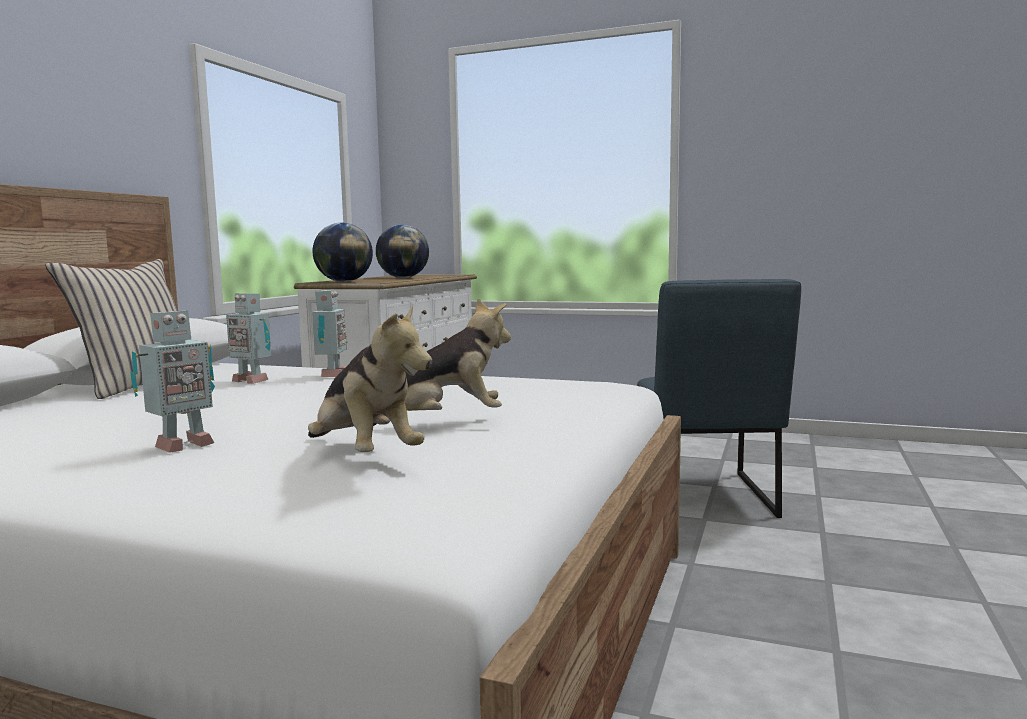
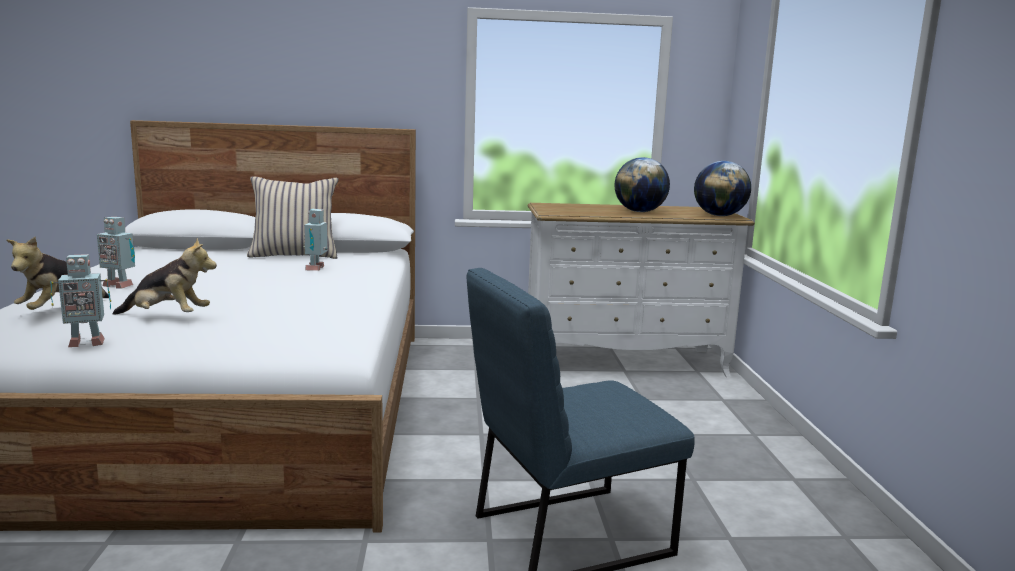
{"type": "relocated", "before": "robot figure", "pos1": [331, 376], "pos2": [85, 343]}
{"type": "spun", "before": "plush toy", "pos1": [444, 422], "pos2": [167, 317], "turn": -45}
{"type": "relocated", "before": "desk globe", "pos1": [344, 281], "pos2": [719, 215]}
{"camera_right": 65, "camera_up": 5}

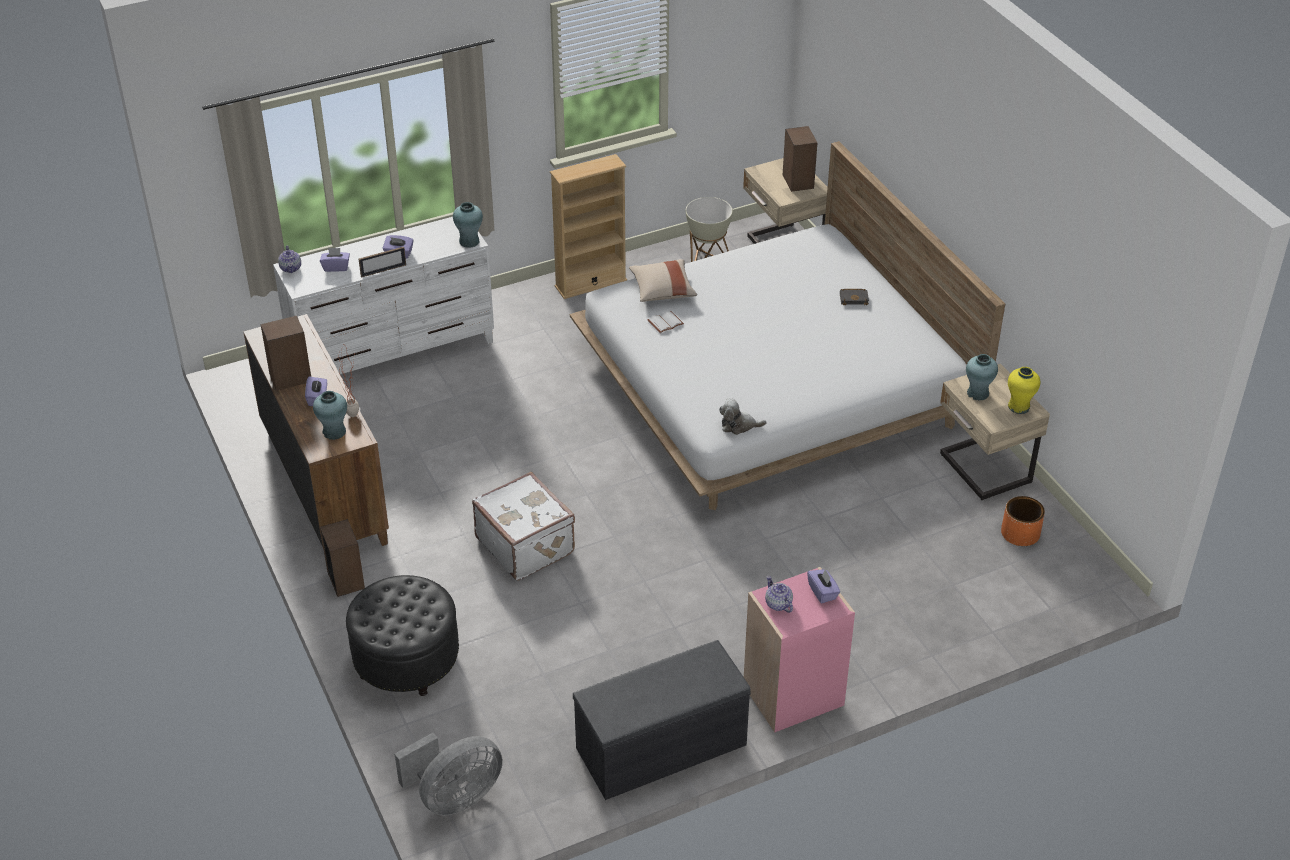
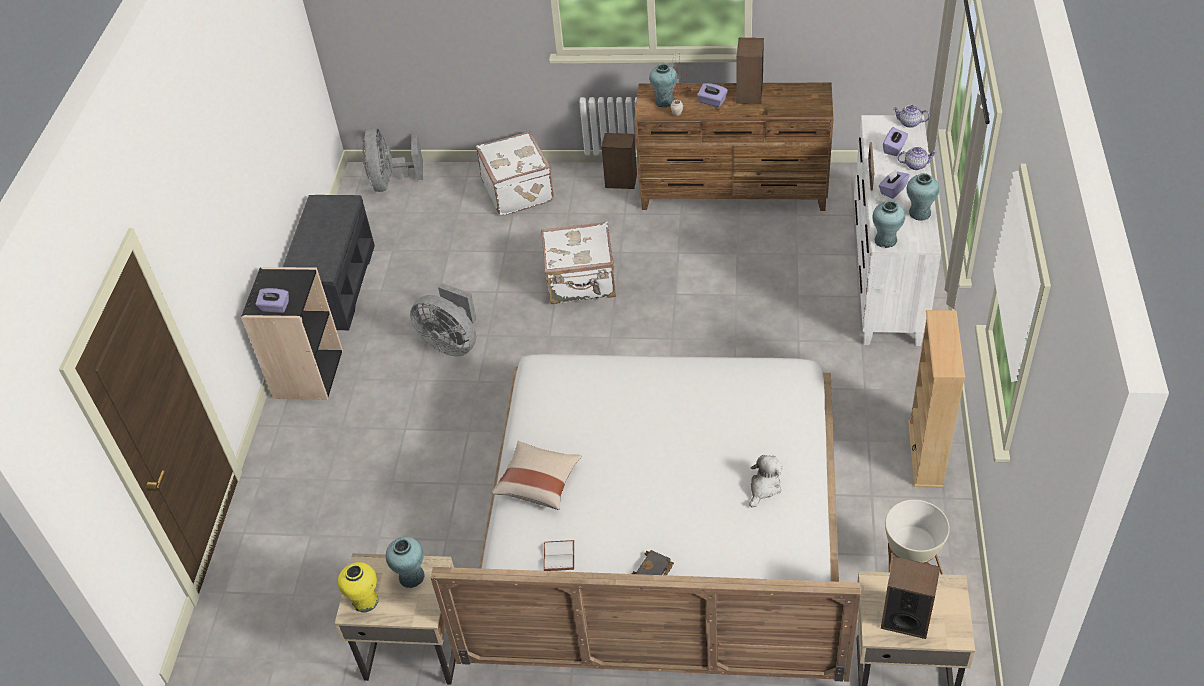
{"type": "colour", "before": "pink bookshelf", "after": "black-coloured bookshelf", "pos1": [793, 696], "pos2": [307, 373]}
{"type": "appeared", "after": "gray cooling fan", "pos2": [452, 343]}
{"type": "exchanged", "before": "black-coloured ottoman", "after": "whitish suitcase", "pos1": [407, 661], "pos2": [519, 190]}
{"type": "relocated", "before": "sand-coloured cushion", "pos1": [662, 290], "pos2": [539, 483]}
{"type": "relocated", "before": "whitish book", "pos1": [665, 322], "pos2": [560, 557]}
{"type": "relocated", "before": "plush toy", "pos1": [739, 425], "pos2": [764, 487]}
{"type": "relocated", "before": "tea pot", "pos1": [778, 604], "pos2": [916, 165]}
{"type": "appeared", "after": "turquoise flower vase", "pos2": [919, 213]}
{"type": "missing", "before": "orange-coloured flower pot", "pos1": [1020, 534]}
{"camera_right": 125, "camera_up": 5}

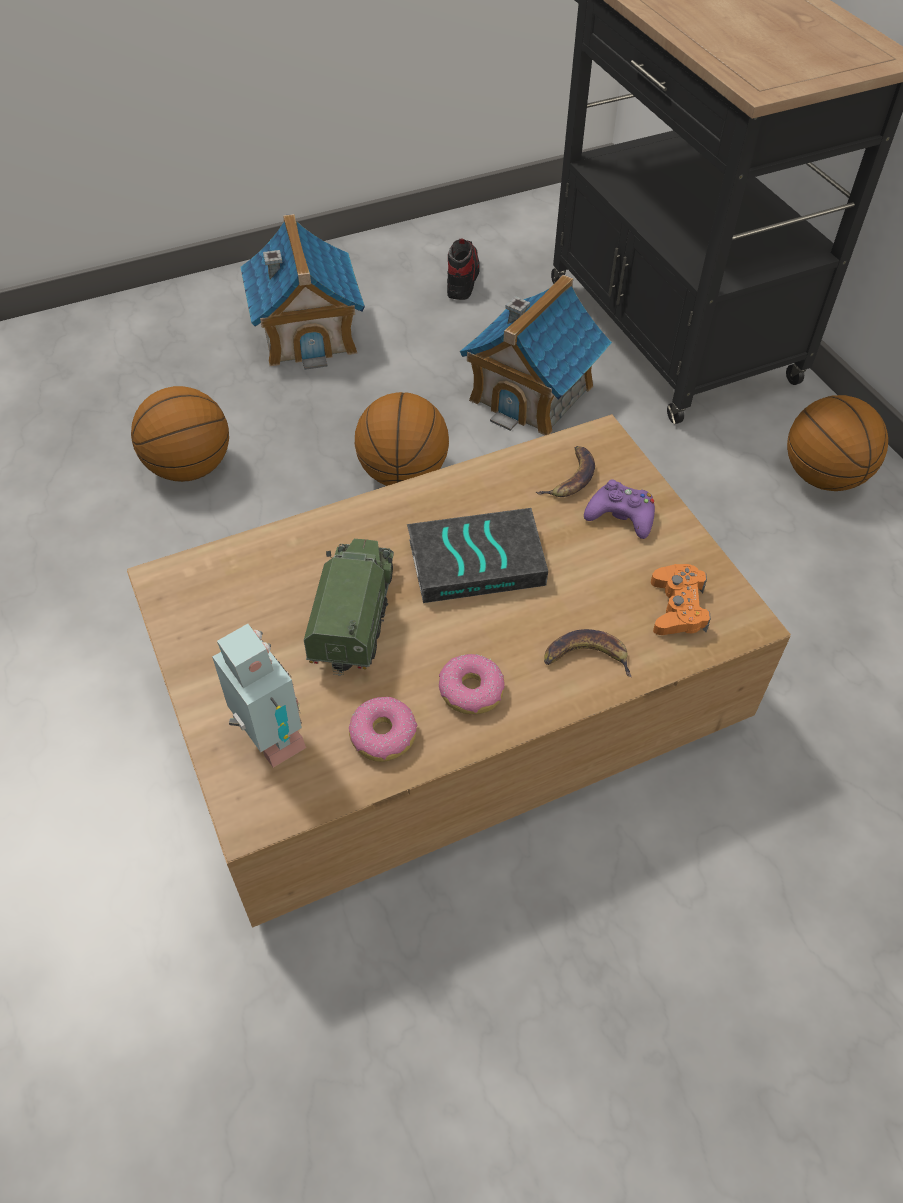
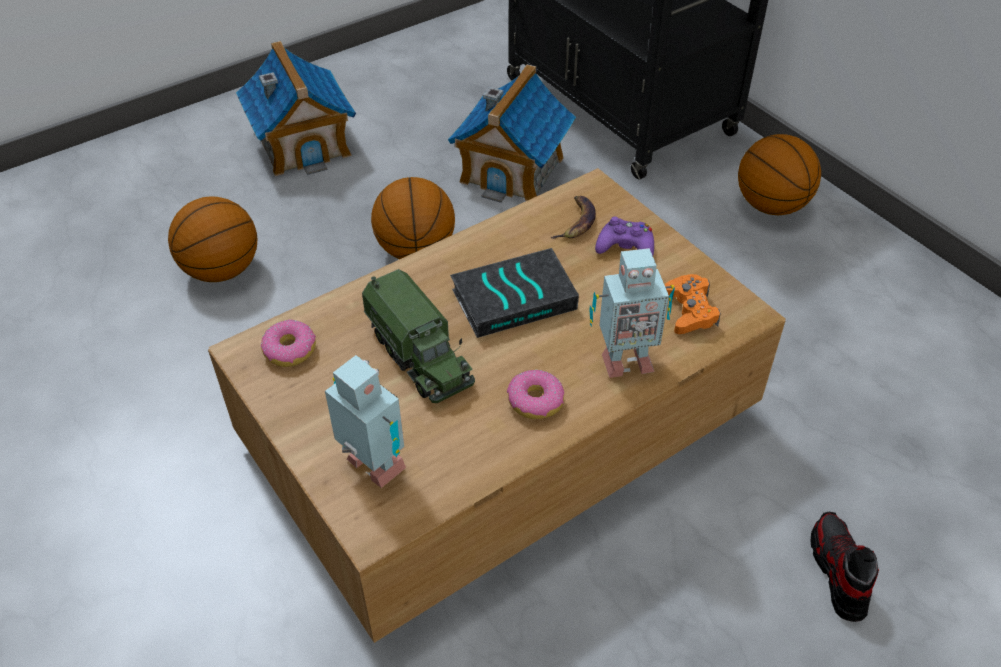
{"type": "relocated", "before": "doughnut", "pos1": [383, 735], "pos2": [289, 350]}
{"type": "spun", "before": "model truck", "pos1": [354, 615], "pos2": [420, 356], "turn": 150}
{"type": "exchanged", "before": "banana fruit", "after": "robot figure", "pos1": [586, 657], "pos2": [624, 360]}
{"type": "relocated", "before": "item of footwear", "pos1": [462, 278], "pos2": [838, 572]}
{"camera_right": -10, "camera_up": -5}

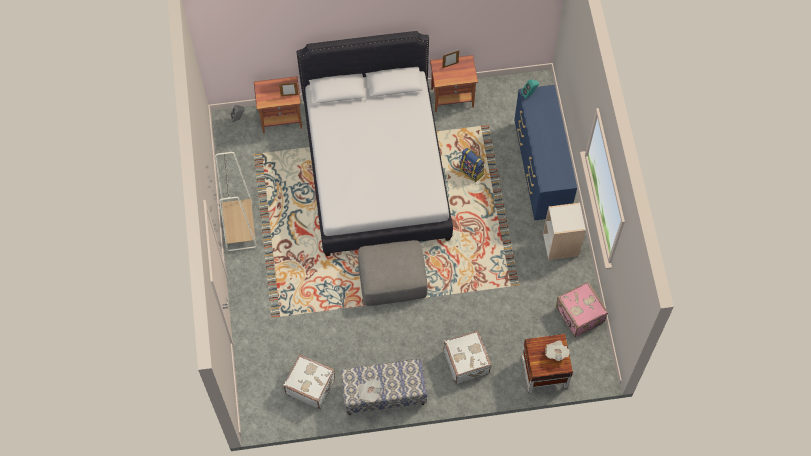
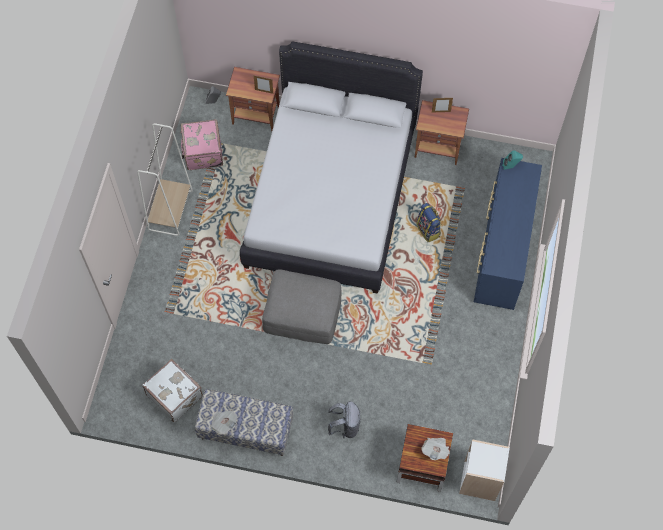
{"type": "relocated", "before": "pink suitcase", "pos1": [579, 315], "pos2": [202, 152]}
{"type": "exchanged", "before": "whitish suitcase", "after": "gray rucksack", "pos1": [467, 361], "pos2": [345, 426]}
{"type": "relocated", "before": "bookshelf", "pos1": [560, 245], "pos2": [479, 481]}
{"camera_right": 20, "camera_up": 0}

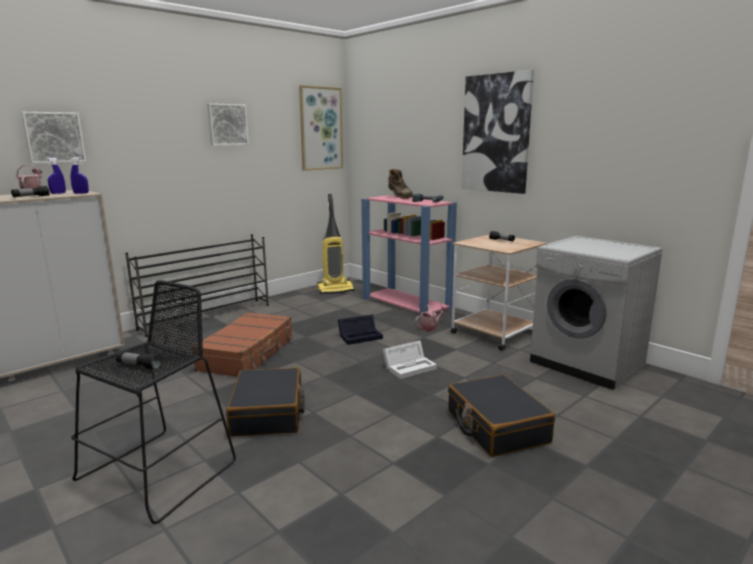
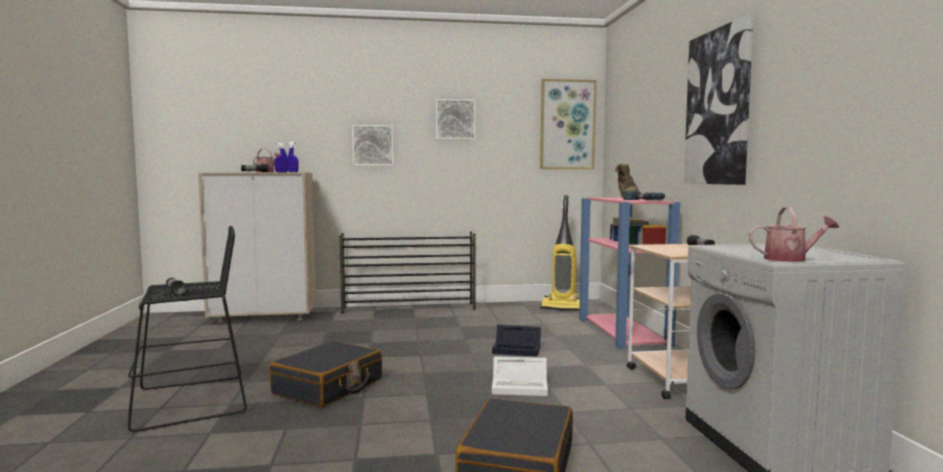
{"type": "relocated", "before": "wall art", "pos1": [54, 137], "pos2": [373, 145]}
{"type": "relocated", "before": "sprinkling can", "pos1": [430, 327], "pos2": [790, 259]}
{"type": "missing", "before": "brownish suitcase", "pos1": [248, 354]}
{"camera_right": 35, "camera_up": -10}

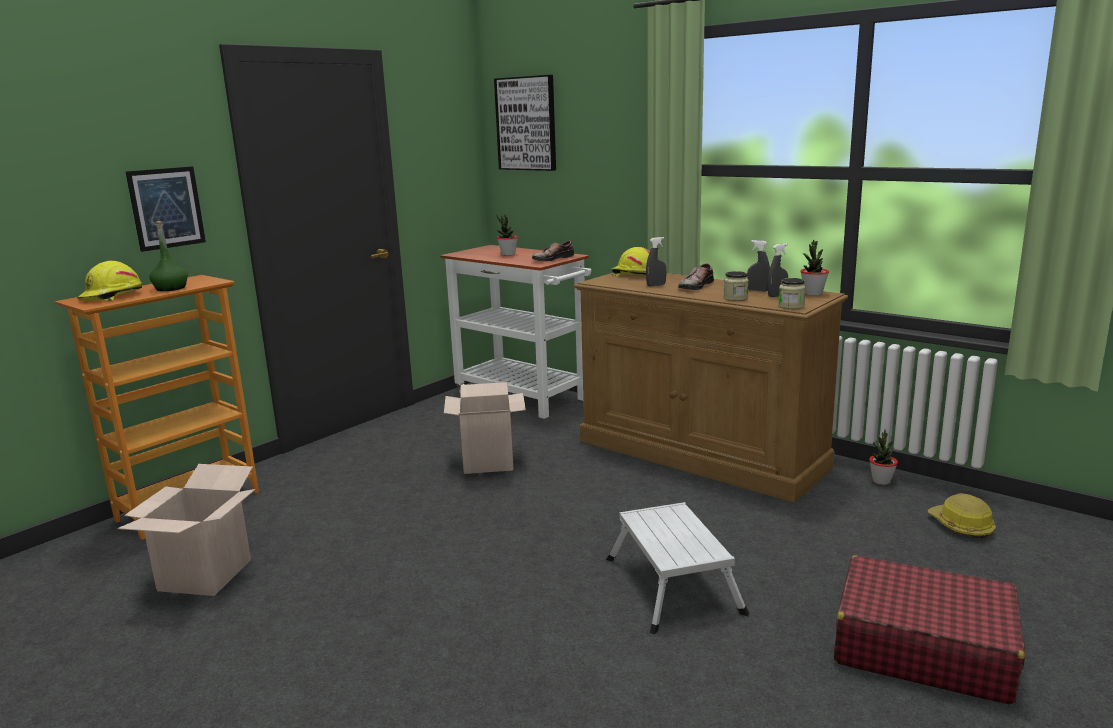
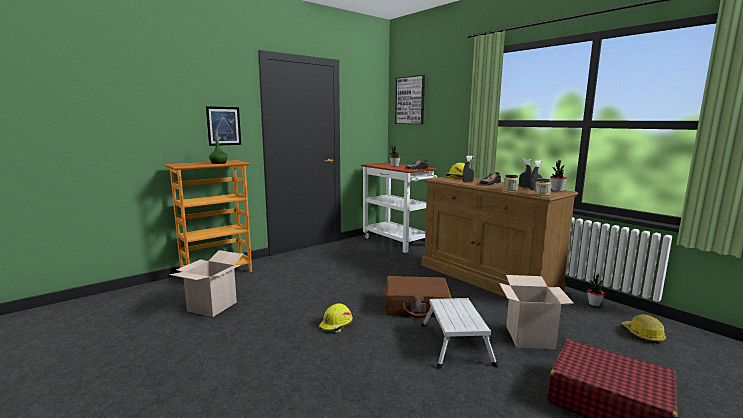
{"type": "relocated", "before": "yellow work helmet", "pos1": [112, 296], "pos2": [336, 325]}
{"type": "appeared", "after": "brownish suitcase", "pos2": [416, 306]}
{"type": "relocated", "before": "packing box", "pos1": [488, 461], "pos2": [529, 337]}
{"camera_right": 10, "camera_up": -5}

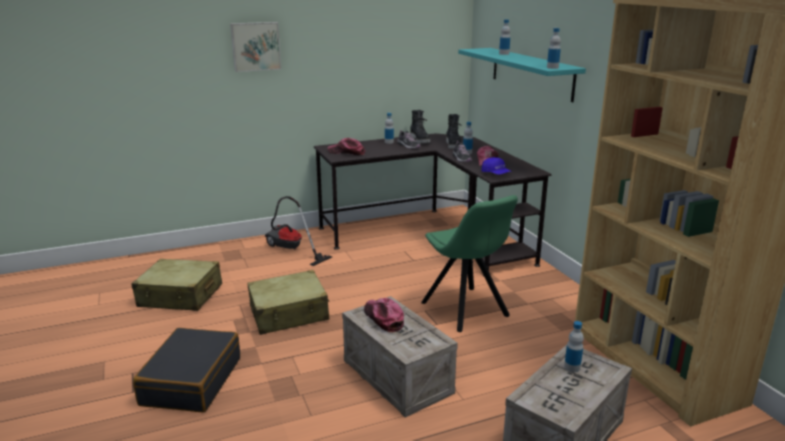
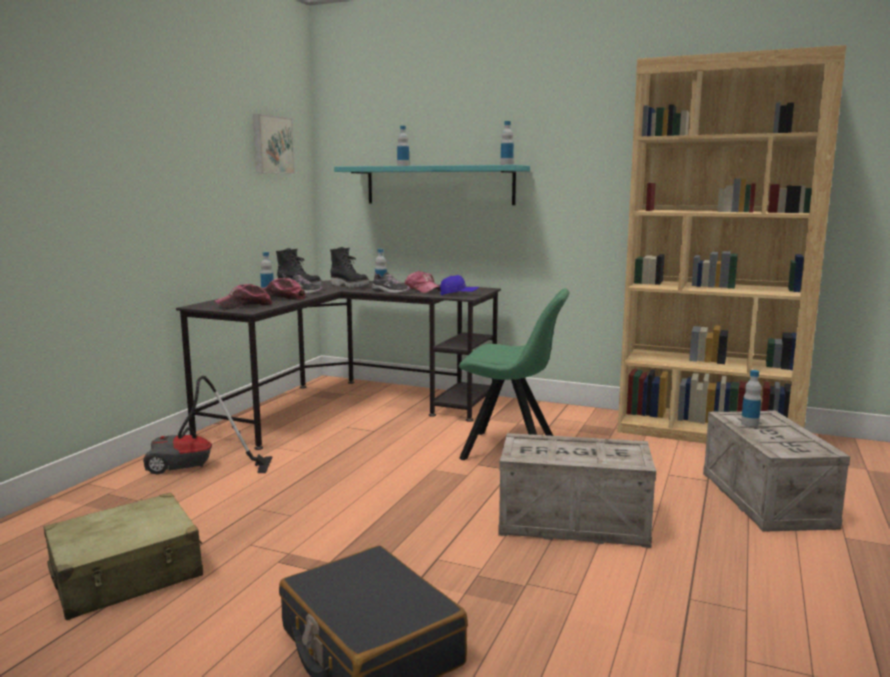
{"type": "relocated", "before": "wall art", "pos1": [255, 46], "pos2": [271, 145]}
{"type": "relocated", "before": "baseball cap", "pos1": [383, 318], "pos2": [280, 297]}
{"type": "missing", "before": "sand-coloured suitcase", "pos1": [289, 313]}
{"camera_right": -45, "camera_up": -10}

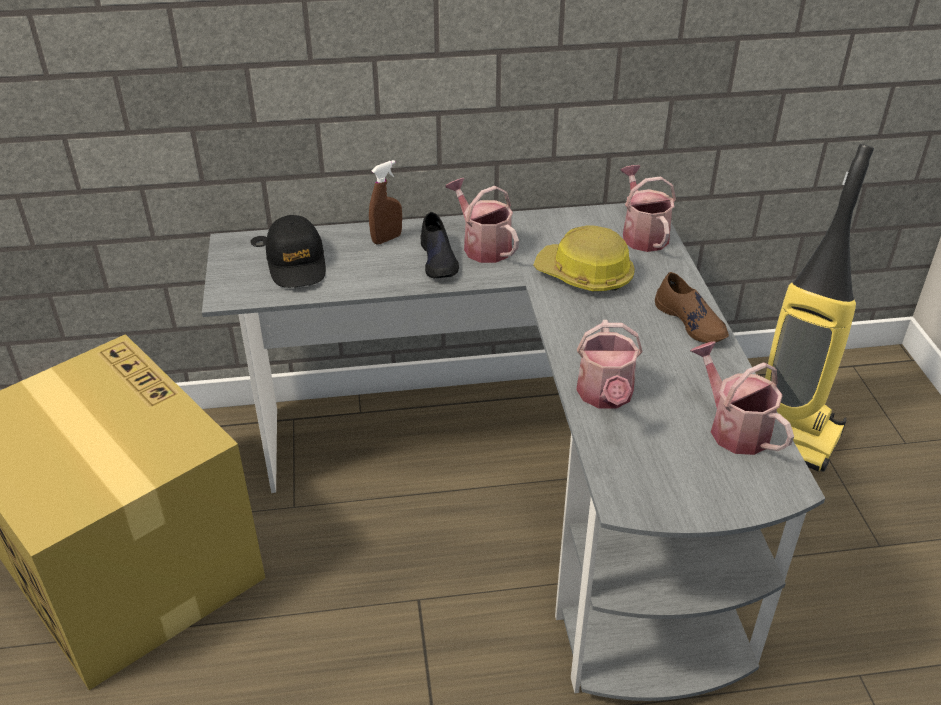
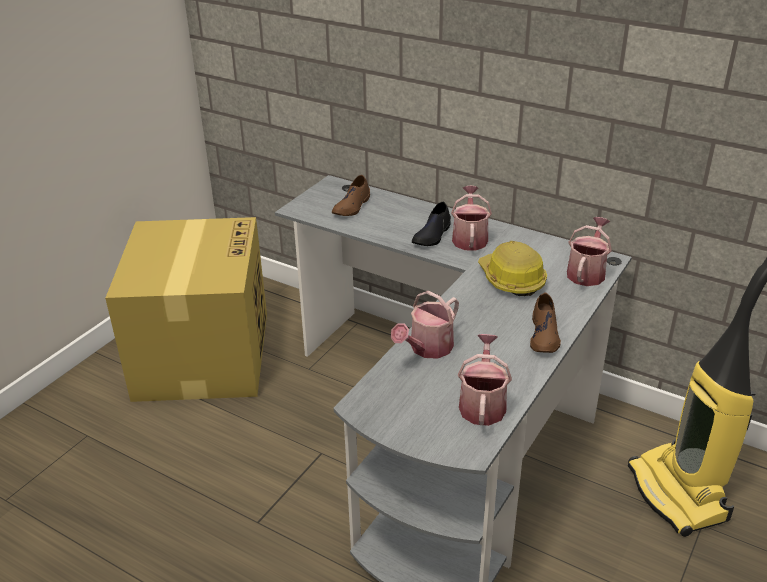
{"type": "exchanged", "before": "black-coloured baseball cap", "after": "brownish item of footwear", "pos1": [297, 263], "pos2": [352, 206]}
{"type": "missing", "before": "brownish spray bottle", "pos1": [387, 239]}
{"camera_right": 40, "camera_up": -5}

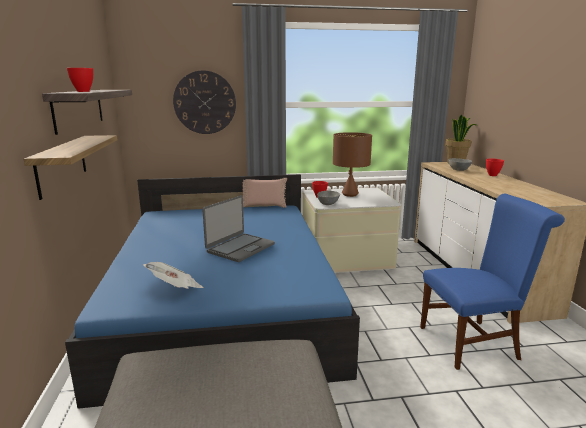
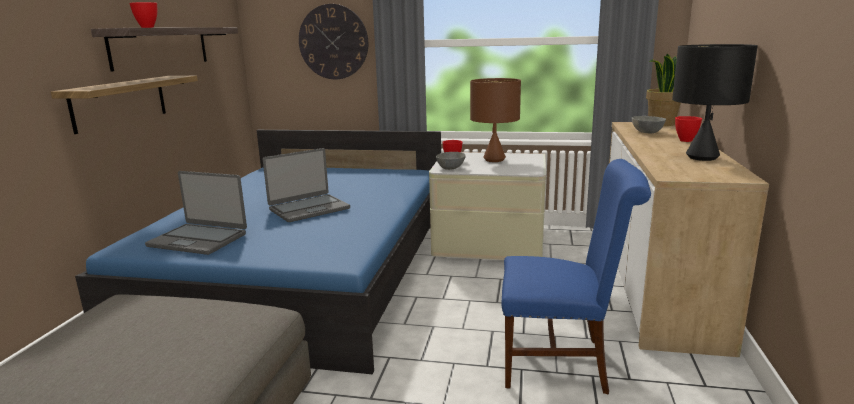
{"type": "exchanged", "before": "printed paper", "after": "portable computer", "pos1": [175, 288], "pos2": [198, 240]}
{"type": "appeared", "after": "black-coloured lamp for a table", "pos2": [702, 158]}
{"type": "missing", "before": "sand-coloured cushion", "pos1": [263, 206]}
{"camera_right": 20, "camera_up": 0}

